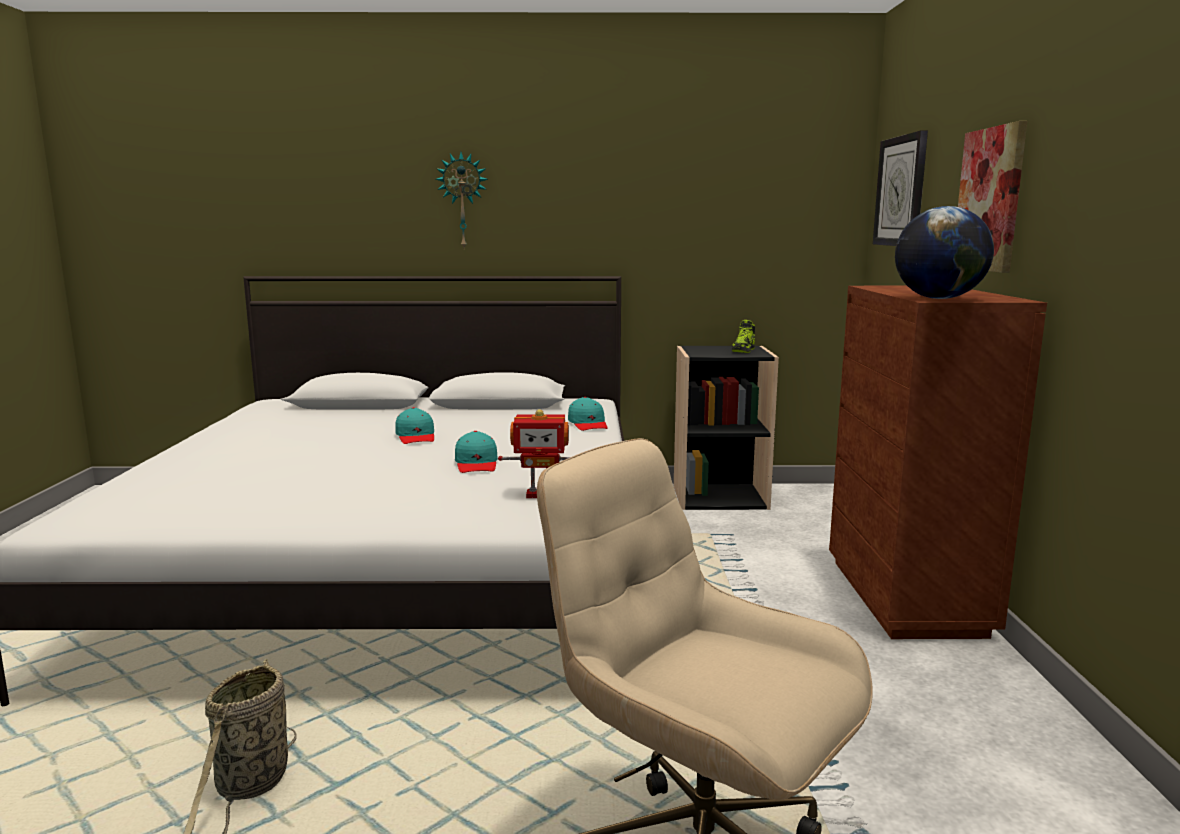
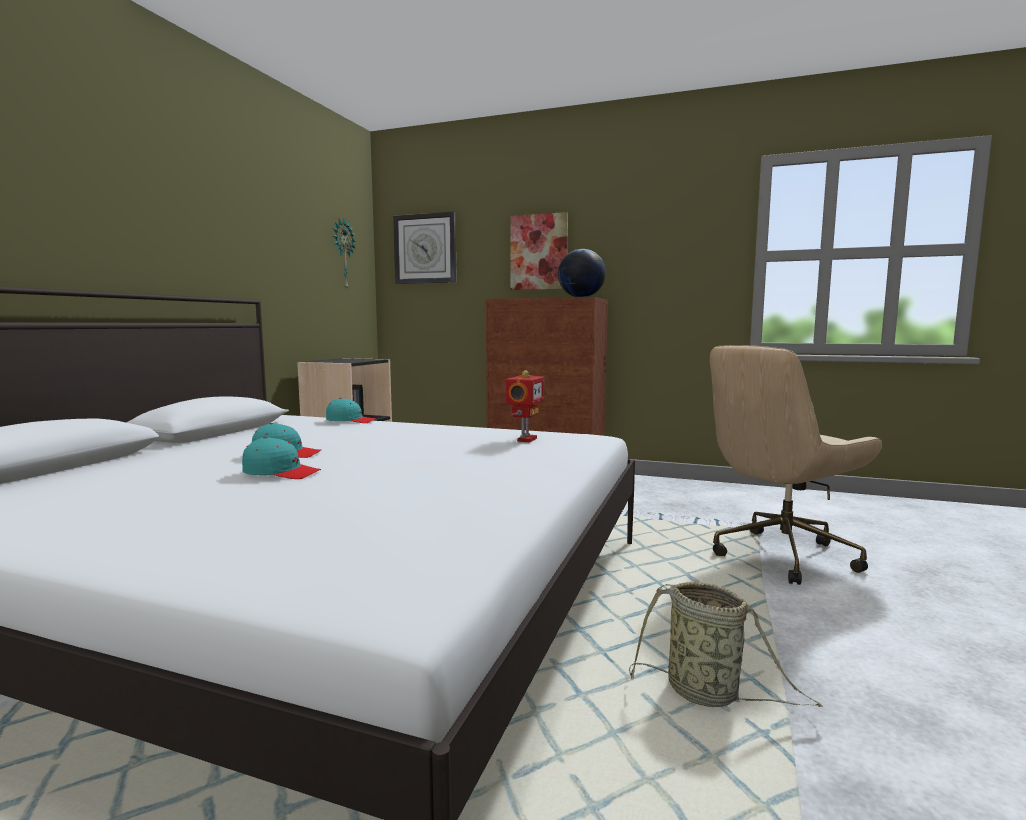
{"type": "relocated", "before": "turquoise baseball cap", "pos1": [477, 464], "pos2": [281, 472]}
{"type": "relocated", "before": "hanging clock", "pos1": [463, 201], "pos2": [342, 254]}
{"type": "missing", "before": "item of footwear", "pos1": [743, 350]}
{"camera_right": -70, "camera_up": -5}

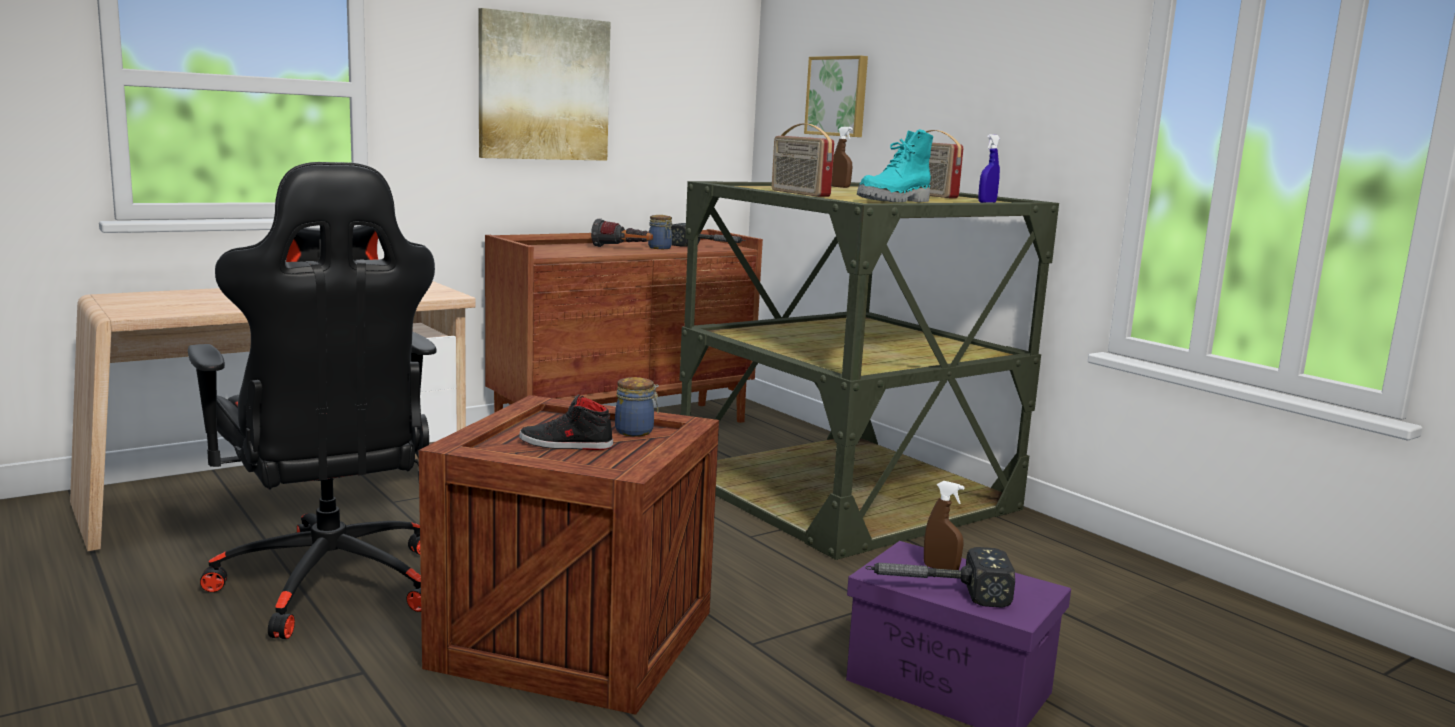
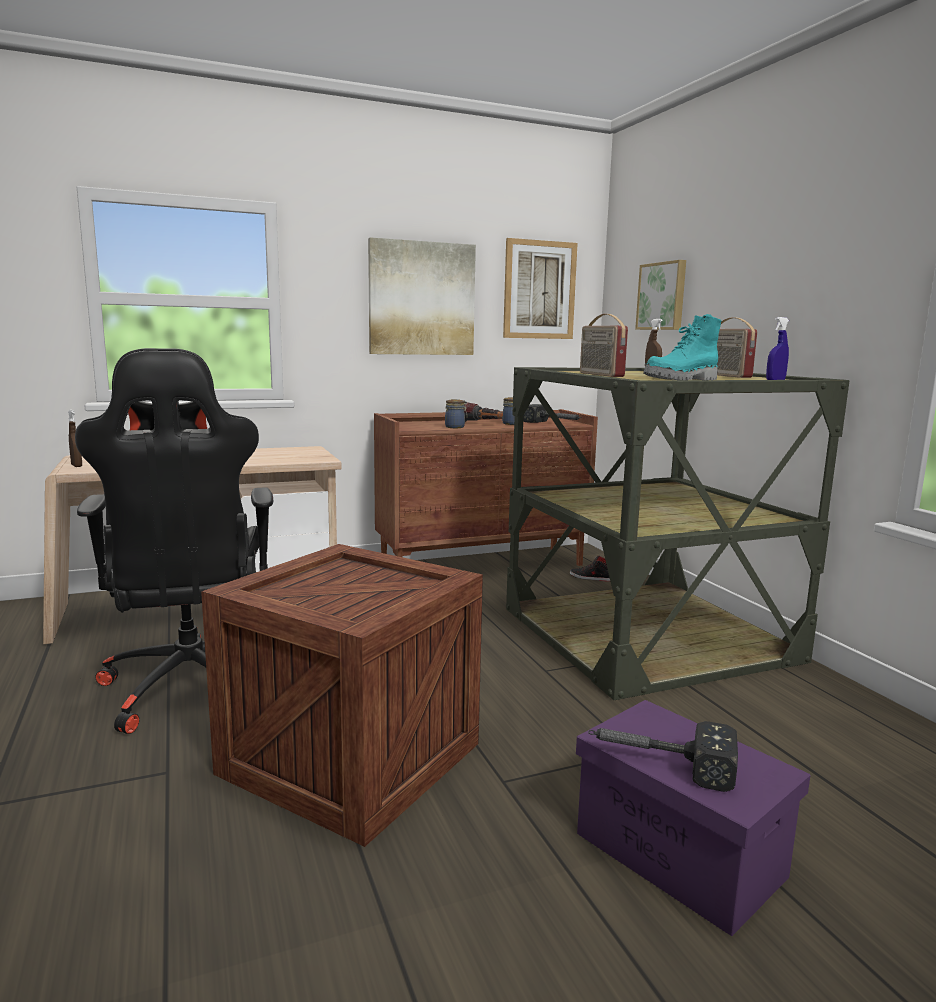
{"type": "relocated", "before": "brownish spray bottle", "pos1": [940, 569], "pos2": [76, 466]}
{"type": "relocated", "before": "storage jar", "pos1": [636, 431], "pos2": [455, 427]}
{"type": "appeared", "after": "wall art", "pos2": [539, 290]}
{"type": "relocated", "before": "black-coloured item of footwear", "pos1": [565, 444], "pos2": [591, 578]}
{"camera_right": 15, "camera_up": 0}

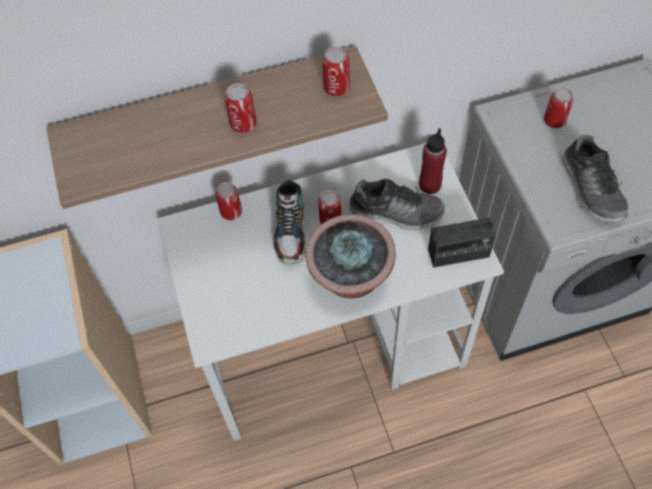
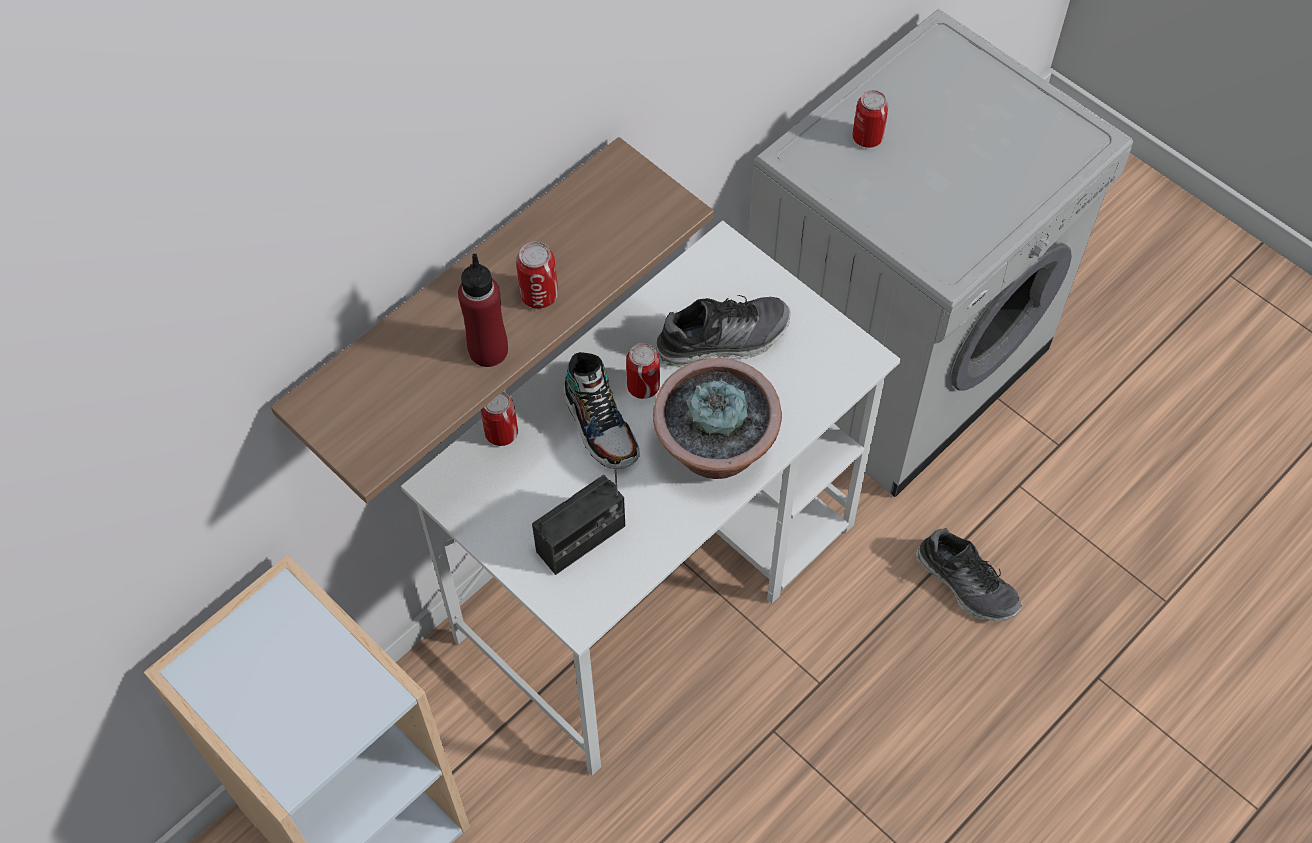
{"type": "relocated", "before": "red-coloured drink bottle", "pos1": [429, 185], "pos2": [488, 350]}
{"type": "relocated", "before": "radio receiver", "pos1": [458, 253], "pos2": [581, 539]}
{"type": "relocated", "before": "item of footwear", "pos1": [591, 189], "pos2": [966, 583]}
{"type": "missing", "before": "metal can", "pos1": [336, 88]}
{"camera_right": -30, "camera_up": 0}

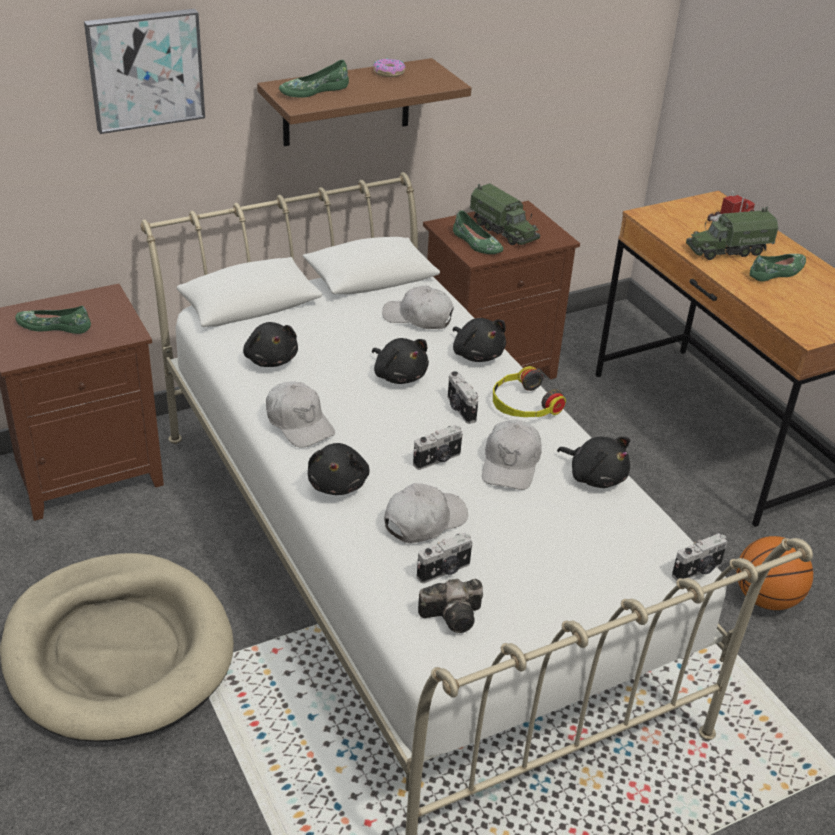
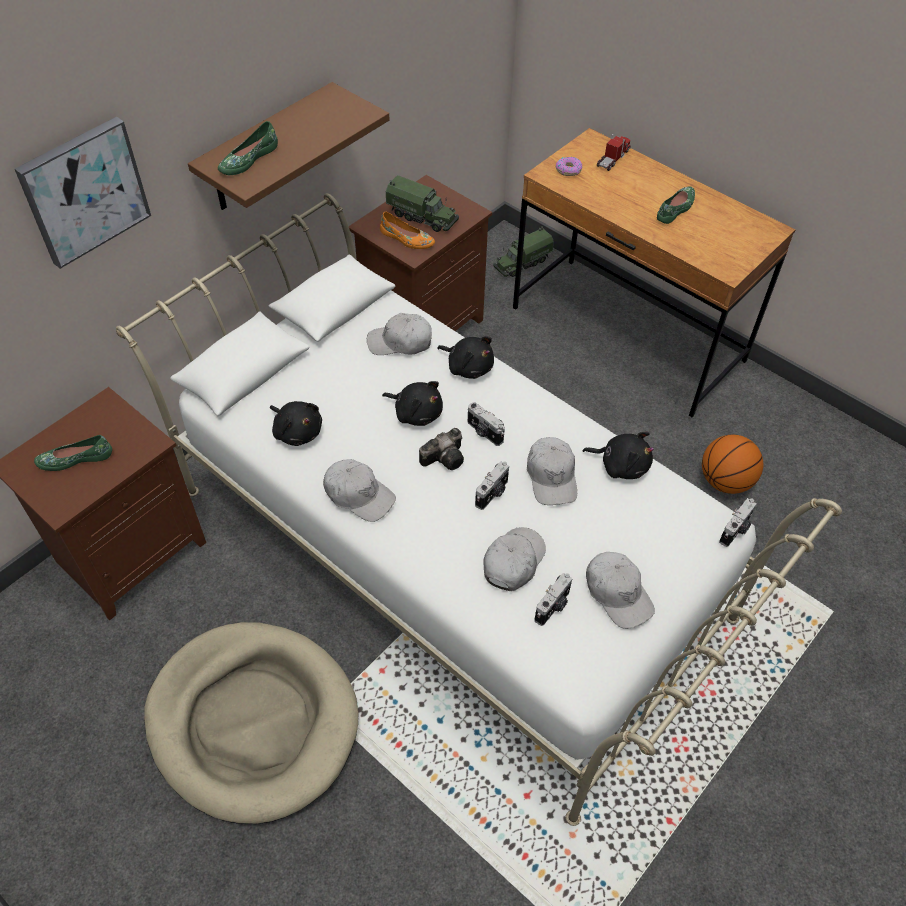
{"type": "colour", "before": "green-coloured item of footwear", "after": "orange-coloured item of footwear", "pos1": [476, 244], "pos2": [406, 239]}
{"type": "relocated", "before": "still camera", "pos1": [455, 615], "pos2": [446, 457]}
{"type": "relocated", "before": "model truck", "pos1": [727, 250], "pos2": [522, 263]}
{"type": "relocated", "before": "doughnut", "pos1": [389, 72], "pos2": [568, 170]}
{"type": "appeared", "after": "whitish baseball cap", "pos2": [618, 593]}
{"type": "missing", "before": "black-coloured plush toy", "pos1": [338, 483]}
{"type": "missing", "before": "headset", "pos1": [523, 404]}
{"camera_right": -20, "camera_up": 15}

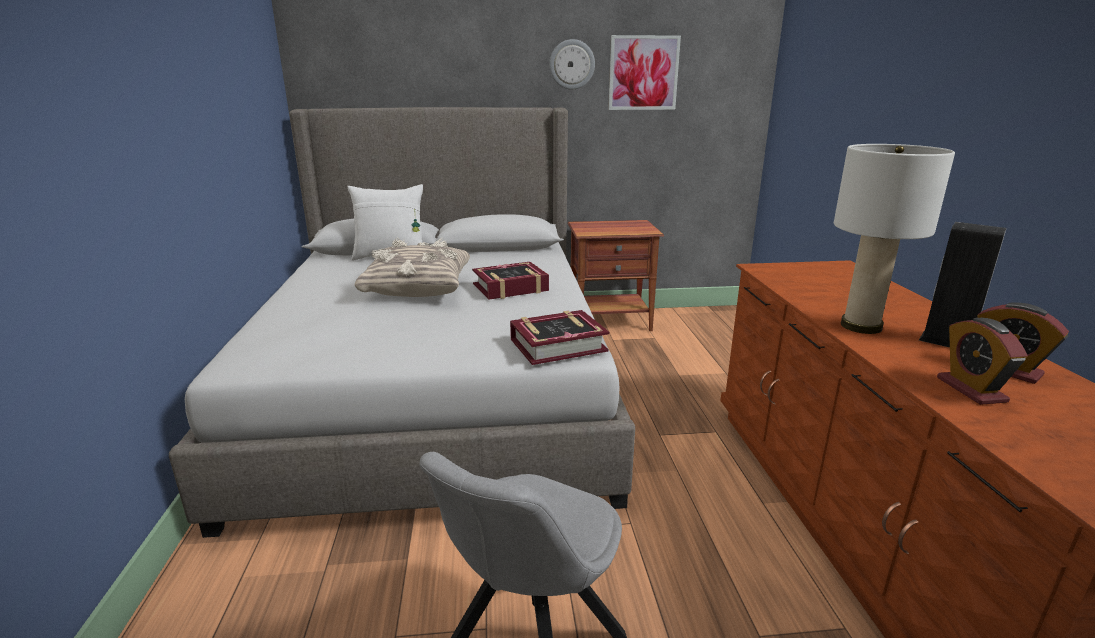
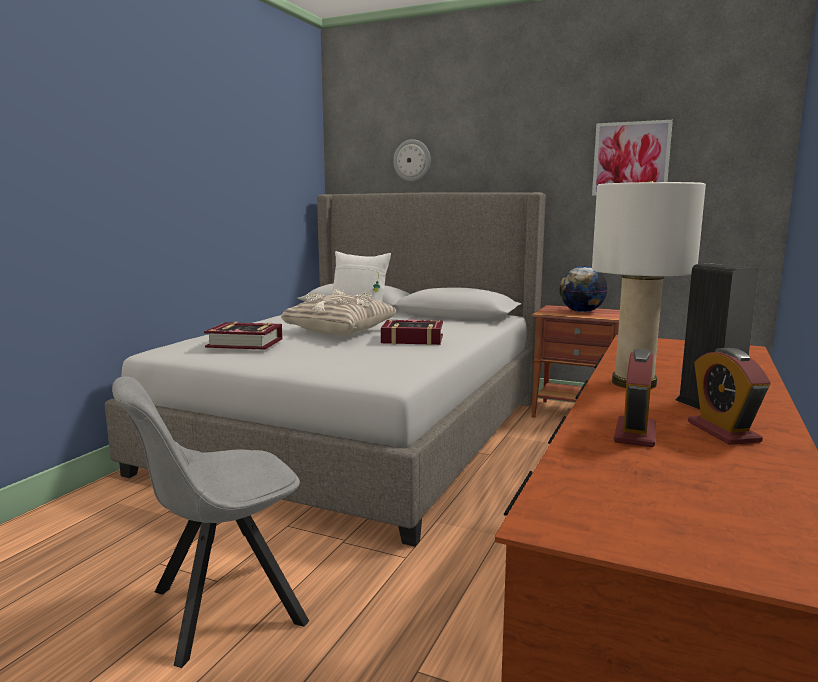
{"type": "relocated", "before": "book", "pos1": [558, 345], "pos2": [245, 343]}
{"type": "relocated", "before": "hanging clock", "pos1": [571, 64], "pos2": [412, 160]}
{"type": "appeared", "after": "desk globe", "pos2": [581, 312]}
{"camera_right": 30, "camera_up": -10}

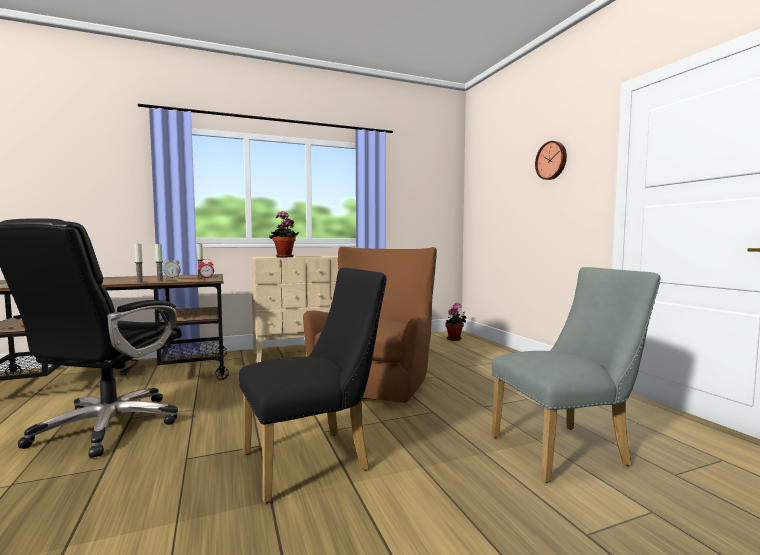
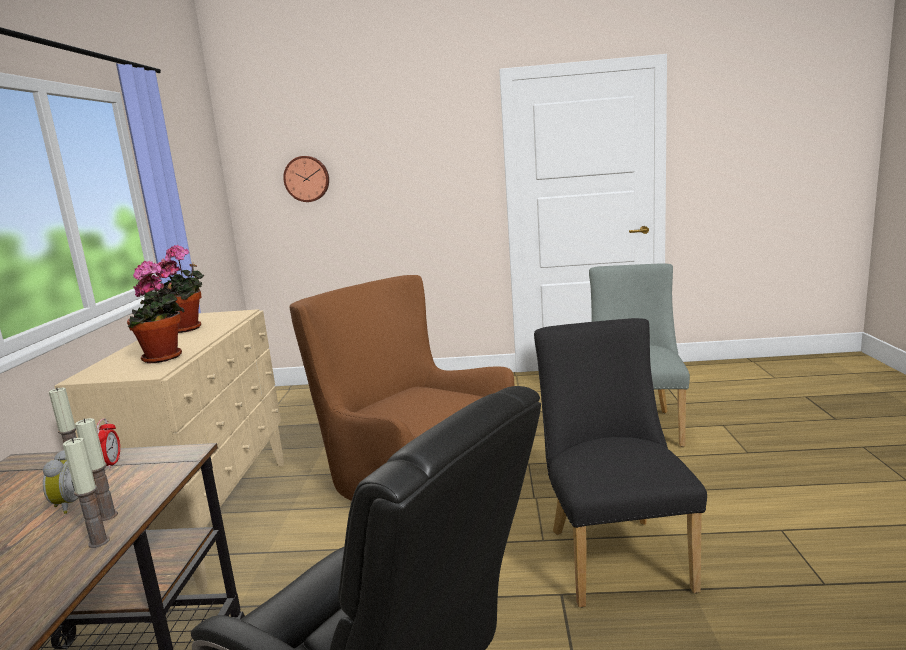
{"type": "relocated", "before": "houseplant", "pos1": [455, 339], "pos2": [188, 328]}
{"type": "relocated", "before": "hanging clock", "pos1": [552, 160], "pos2": [307, 179]}
{"camera_right": -65, "camera_up": 10}

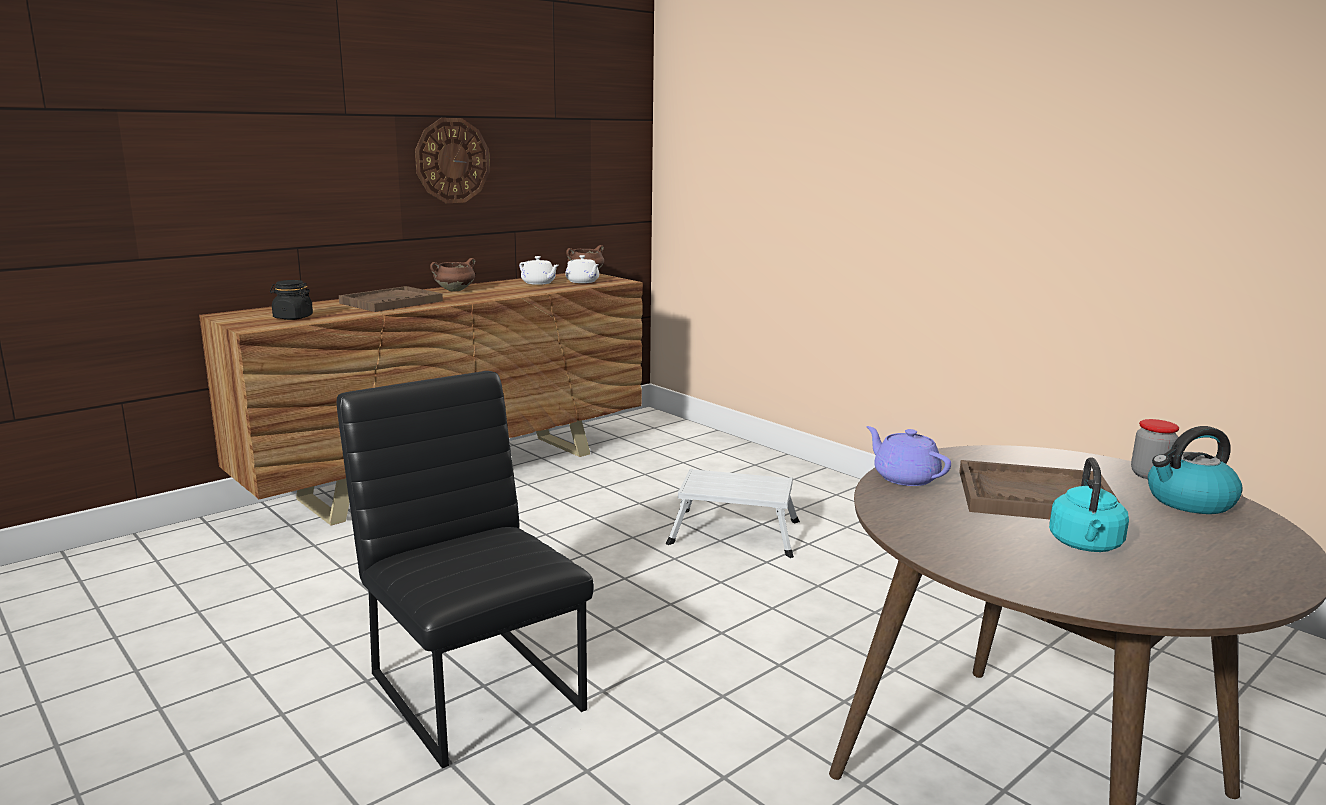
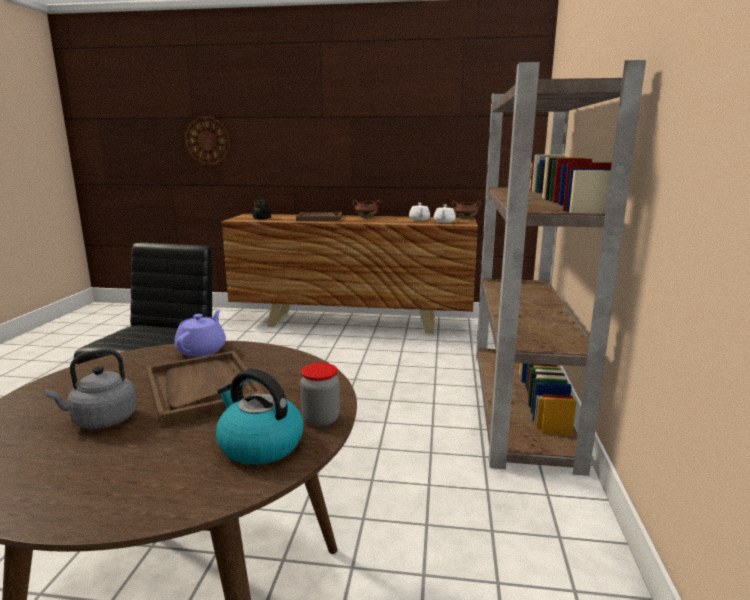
{"type": "colour", "before": "turquoise water kettle", "after": "gray water kettle", "pos1": [1085, 545], "pos2": [101, 420]}
{"type": "relocated", "before": "hanging clock", "pos1": [452, 160], "pos2": [207, 140]}
{"type": "appeared", "after": "brownish bookshelf", "pos2": [520, 404]}
{"type": "missing", "before": "whitish step stool", "pos1": [735, 532]}
{"camera_right": 50, "camera_up": 0}

